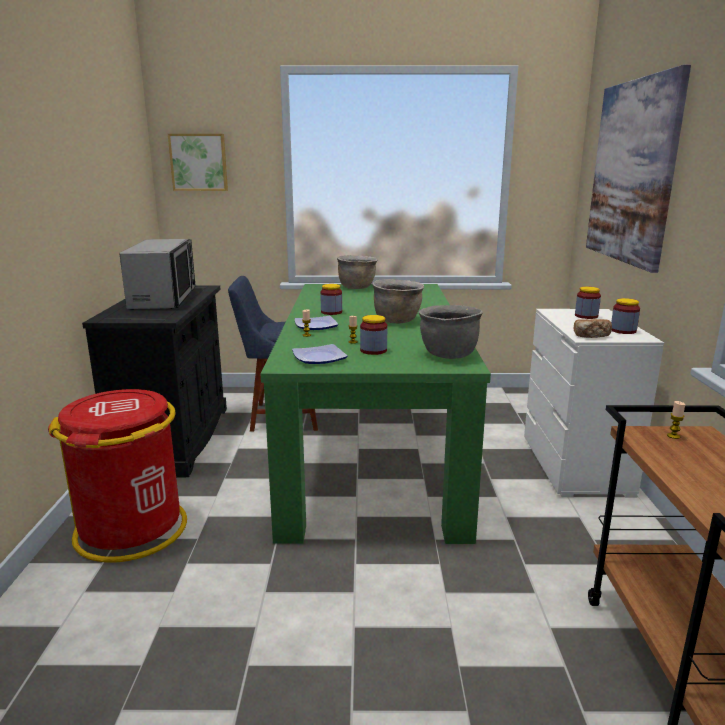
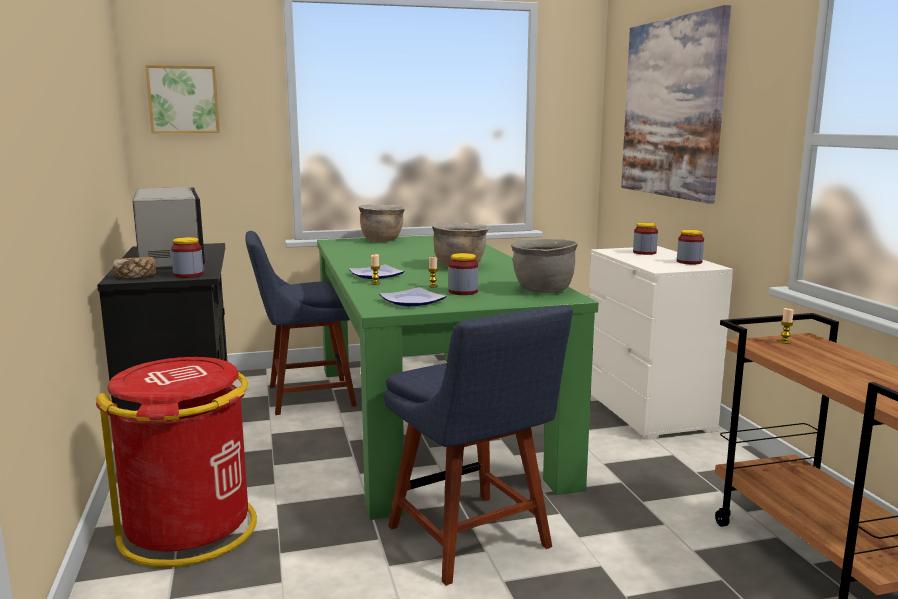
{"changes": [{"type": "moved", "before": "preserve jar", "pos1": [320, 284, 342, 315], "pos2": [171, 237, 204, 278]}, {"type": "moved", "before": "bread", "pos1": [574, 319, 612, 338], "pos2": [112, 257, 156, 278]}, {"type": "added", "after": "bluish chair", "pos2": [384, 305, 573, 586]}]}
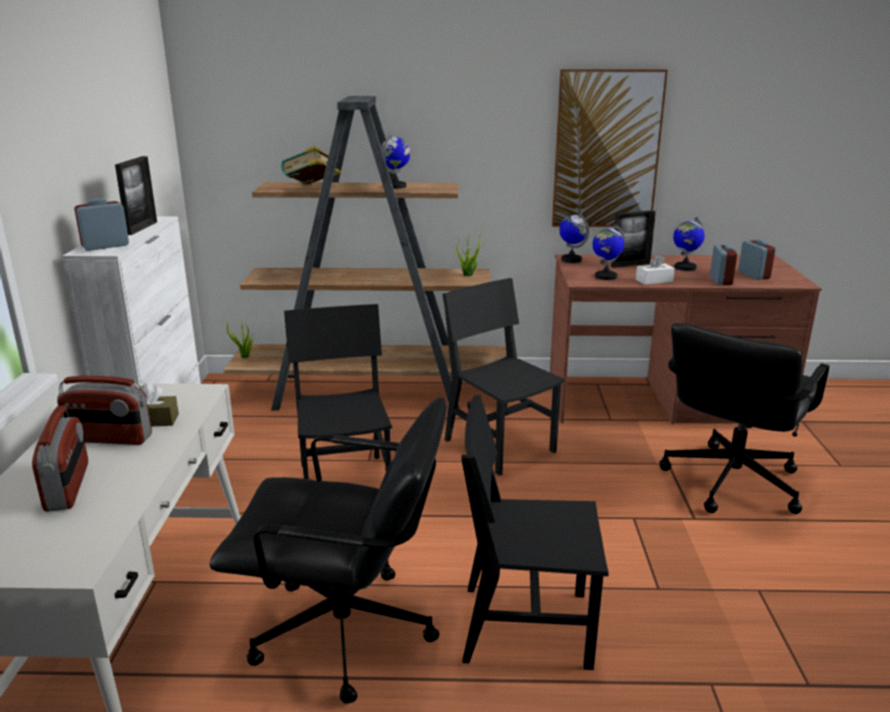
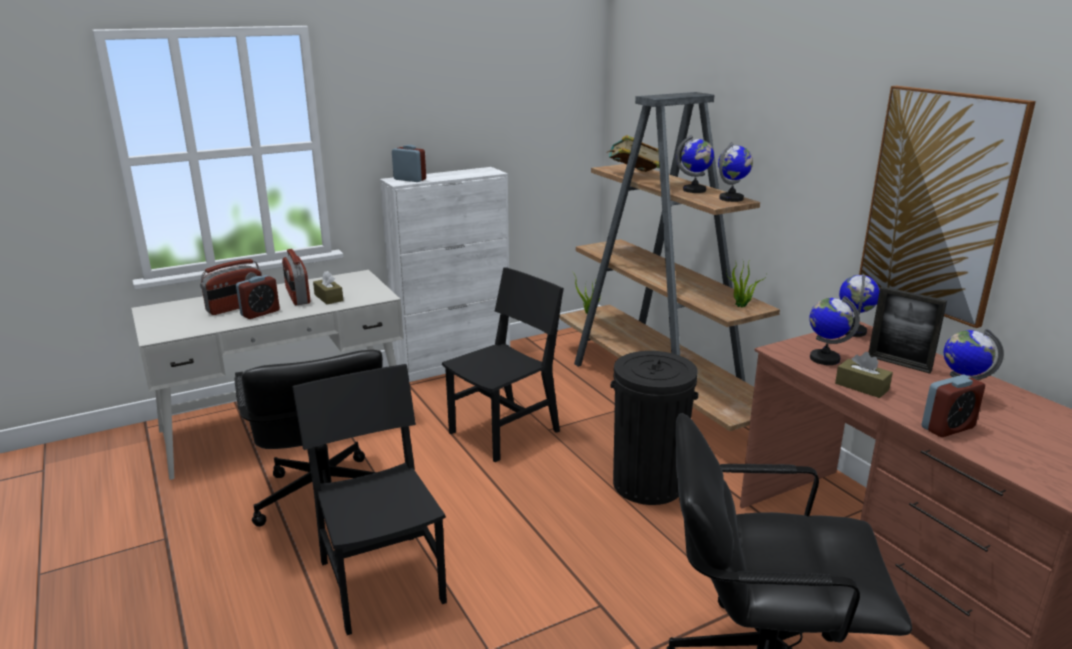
{"changes": [{"type": "removed", "before": "standing frame", "pos1": [115, 156, 157, 235]}, {"type": "replaced", "before": "black chair", "after": "black waste bin", "pos1": [442, 278, 565, 476], "pos2": [610, 351, 698, 505]}, {"type": "recoloured", "before": "white tissue box", "after": "brown-coloured tissue box", "pos1": [636, 254, 675, 285], "pos2": [835, 352, 893, 398]}, {"type": "moved", "before": "table clock", "pos1": [738, 240, 775, 280], "pos2": [236, 275, 280, 319]}, {"type": "added", "after": "globe", "pos2": [718, 142, 753, 202]}]}
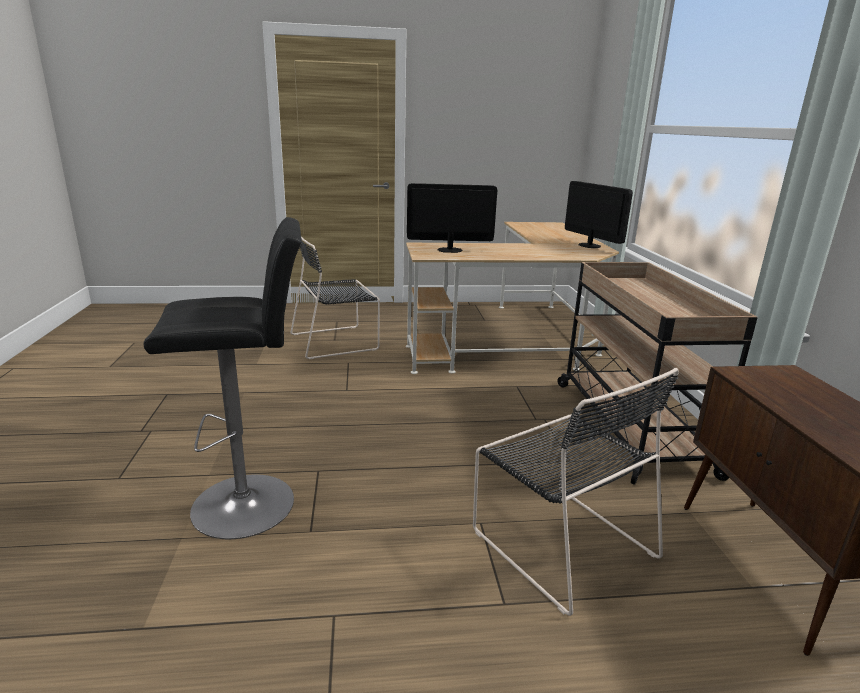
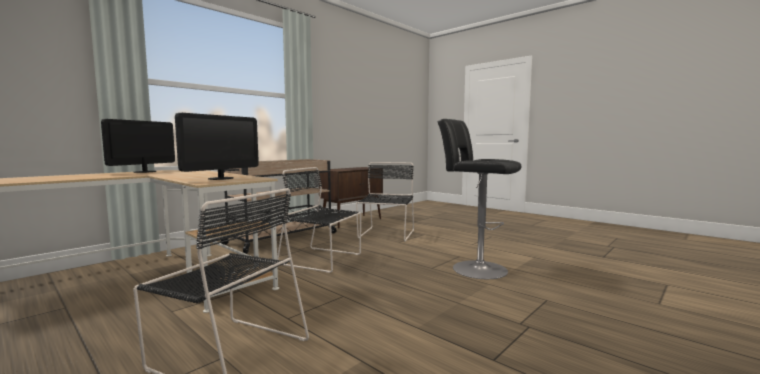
{"changes": [{"type": "turned", "before": "computer screen", "pos1": [407, 183, 497, 253], "pos2": [175, 113, 258, 180], "turn": -105}, {"type": "added", "after": "black chair", "pos2": [277, 167, 361, 273]}]}
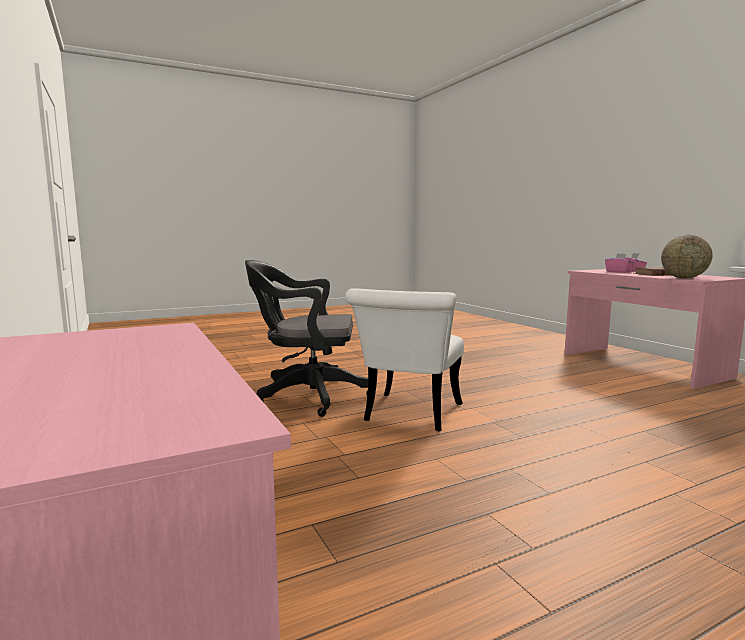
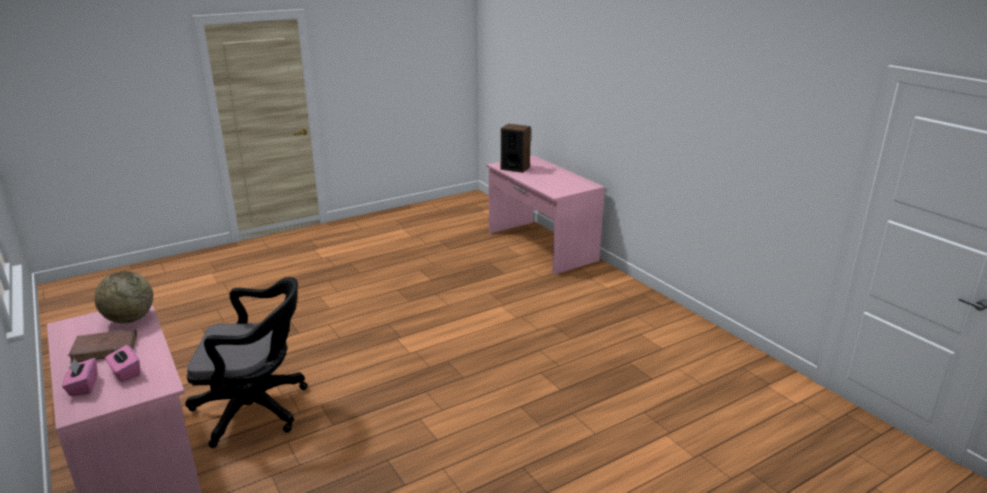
{"changes": [{"type": "moved", "before": "black computer chair", "pos1": [245, 260, 368, 417], "pos2": [185, 277, 307, 448]}, {"type": "removed", "before": "white chair", "pos1": [345, 288, 464, 431]}, {"type": "added", "after": "loudspeaker", "pos2": [501, 124, 531, 173]}]}
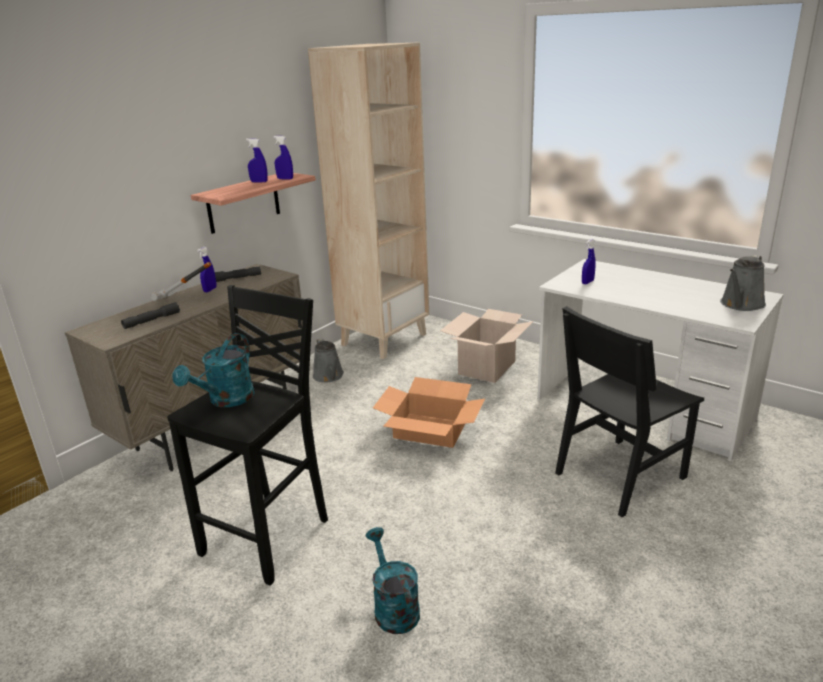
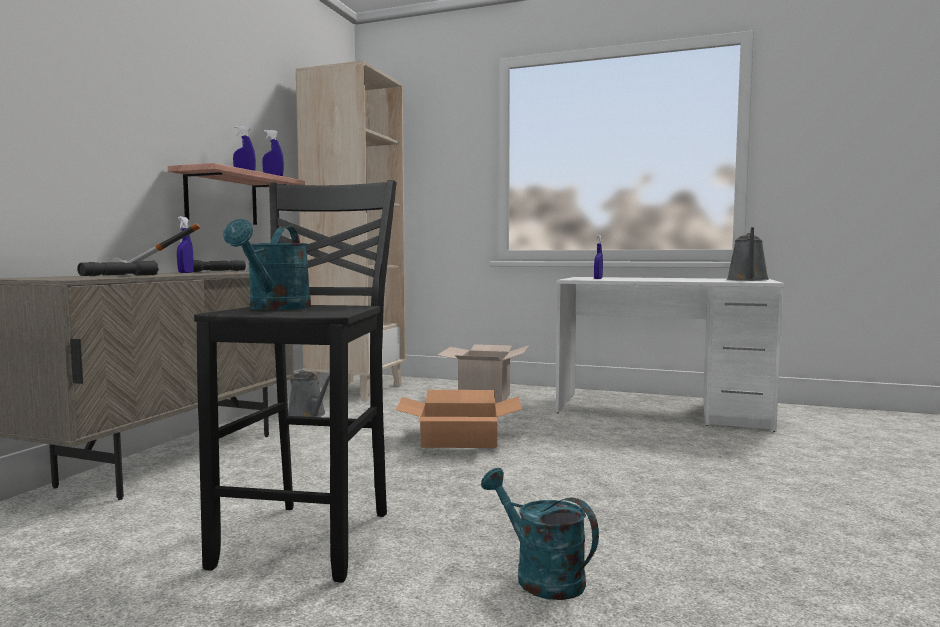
{"changes": [{"type": "removed", "before": "black chair", "pos1": [555, 306, 704, 517]}]}
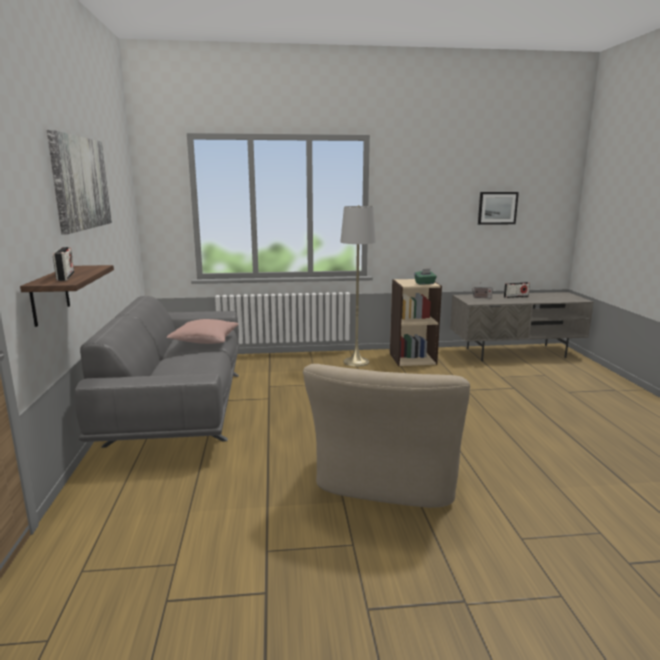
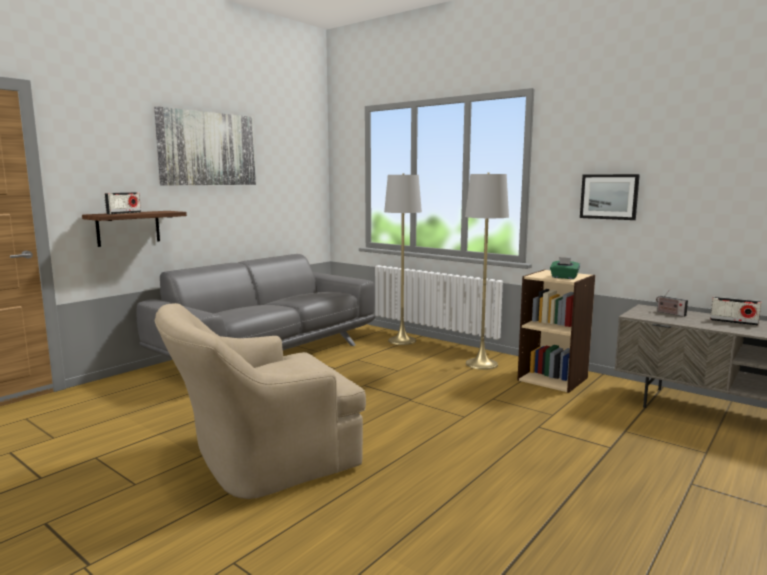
{"changes": [{"type": "removed", "before": "pink cushion", "pos1": [166, 319, 238, 344]}, {"type": "moved", "before": "wall picture", "pos1": [478, 192, 519, 225], "pos2": [580, 174, 640, 220]}, {"type": "added", "after": "grey floor lamp", "pos2": [384, 173, 422, 345]}]}
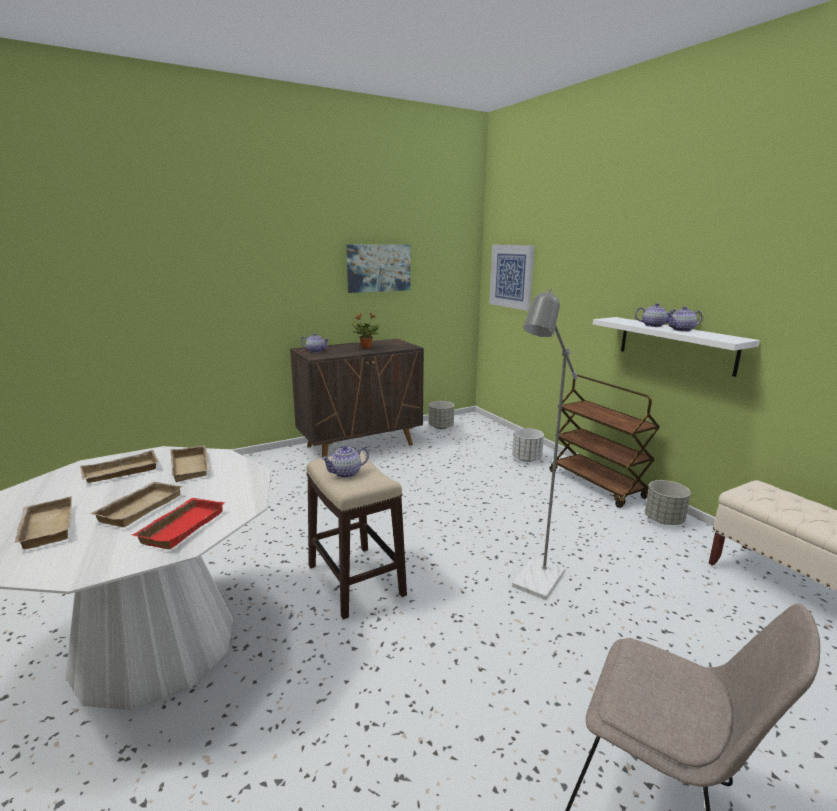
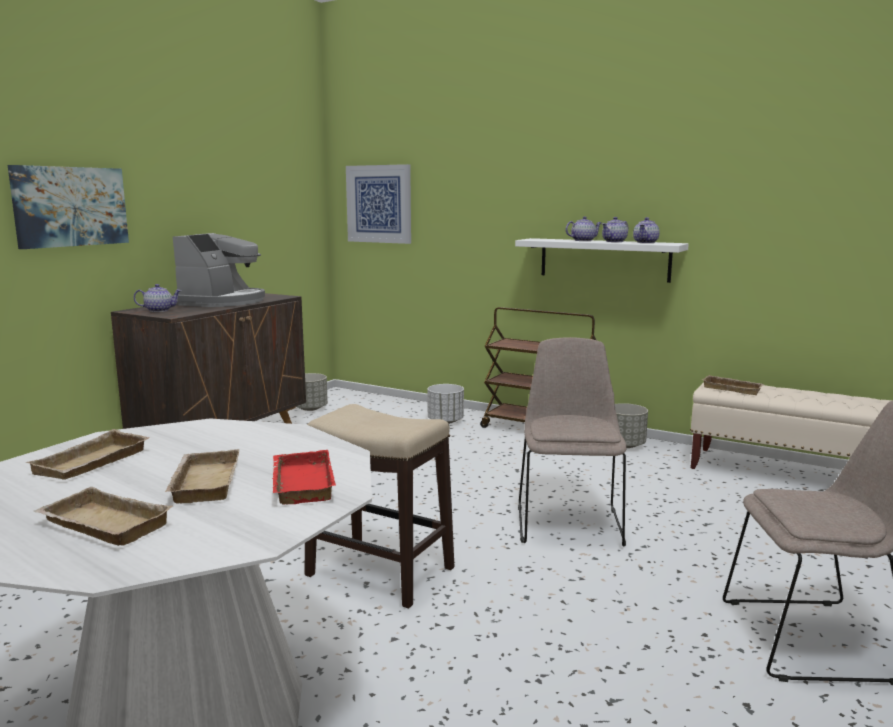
{"changes": [{"type": "moved", "before": "sand-coloured carrying tray", "pos1": [170, 445, 211, 482], "pos2": [702, 375, 764, 395]}, {"type": "moved", "before": "tea pot", "pos1": [321, 446, 369, 478], "pos2": [633, 217, 660, 243]}, {"type": "moved", "before": "wall picture", "pos1": [346, 244, 411, 293], "pos2": [8, 165, 129, 249]}, {"type": "replaced", "before": "houseplant", "after": "coffee maker", "pos1": [352, 312, 380, 349], "pos2": [173, 233, 265, 307]}, {"type": "replaced", "before": "grey floor lamp", "after": "sand-coloured chair", "pos1": [512, 289, 578, 600], "pos2": [518, 337, 627, 547]}]}
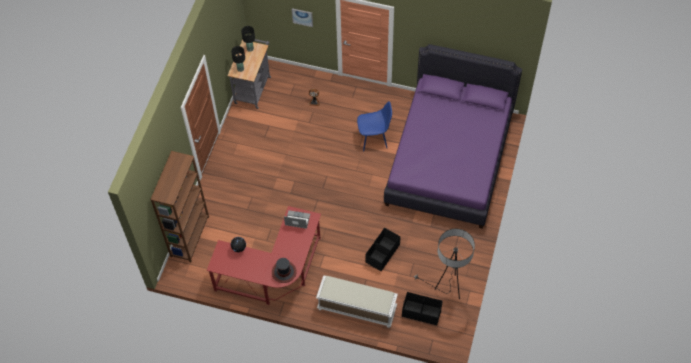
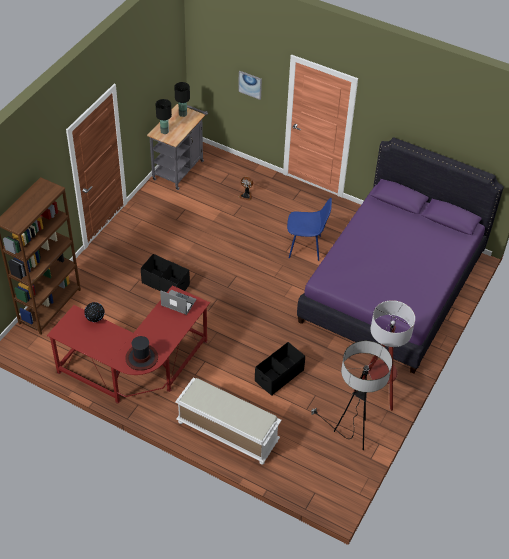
{"changes": [{"type": "moved", "before": "black storage container", "pos1": [402, 292, 442, 325], "pos2": [141, 254, 190, 292]}, {"type": "added", "after": "floor lamp", "pos2": [354, 300, 415, 411]}]}
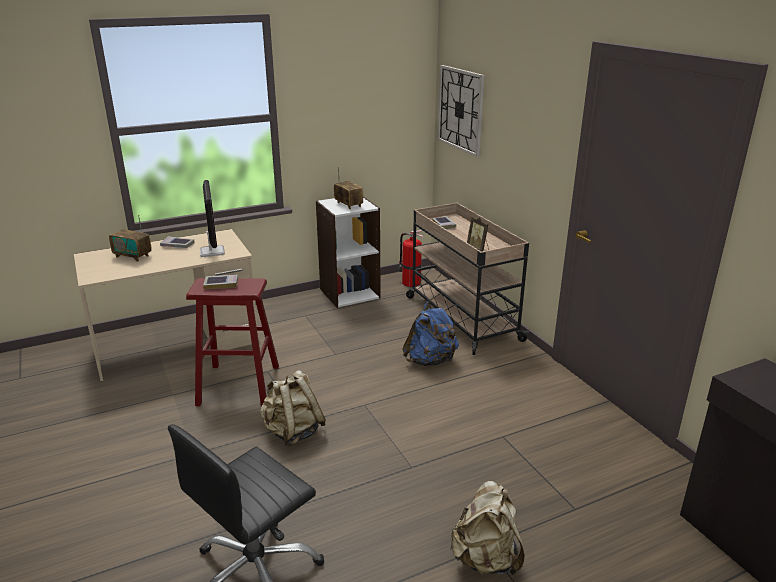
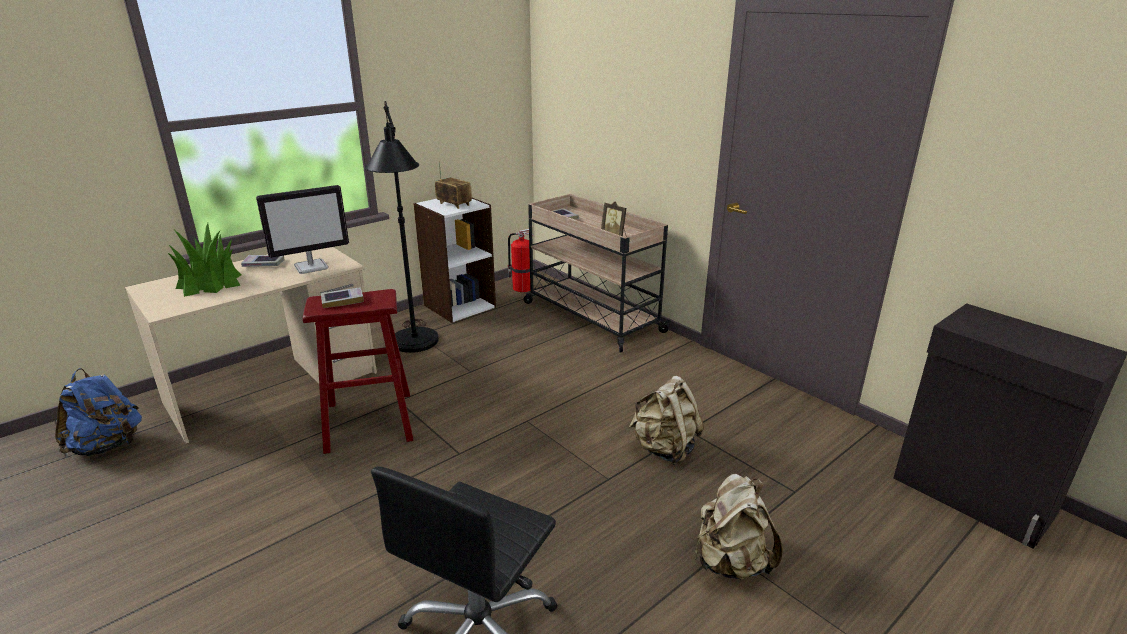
{"changes": [{"type": "replaced", "before": "radio", "after": "houseplant", "pos1": [109, 215, 152, 262], "pos2": [168, 223, 241, 297]}, {"type": "turned", "before": "computer screen", "pos1": [200, 180, 225, 257], "pos2": [256, 185, 349, 274], "turn": 90}, {"type": "moved", "before": "sand-coloured knapsack", "pos1": [260, 370, 326, 446], "pos2": [629, 376, 704, 465]}, {"type": "moved", "before": "bluish knapsack", "pos1": [402, 301, 459, 366], "pos2": [55, 368, 142, 456]}, {"type": "removed", "before": "clock on the wall", "pos1": [438, 65, 485, 157]}, {"type": "added", "after": "black floor lamp", "pos2": [365, 101, 439, 353]}]}
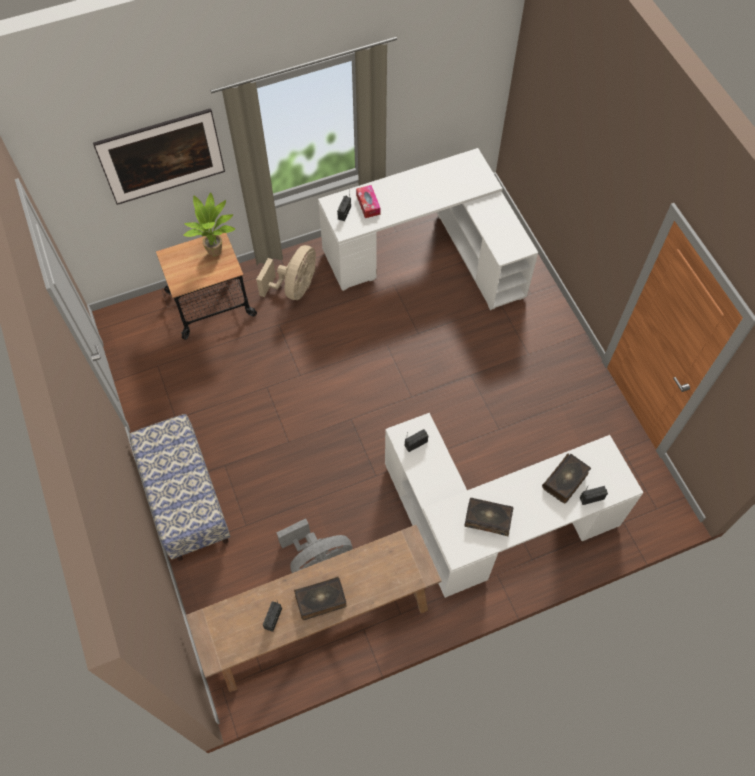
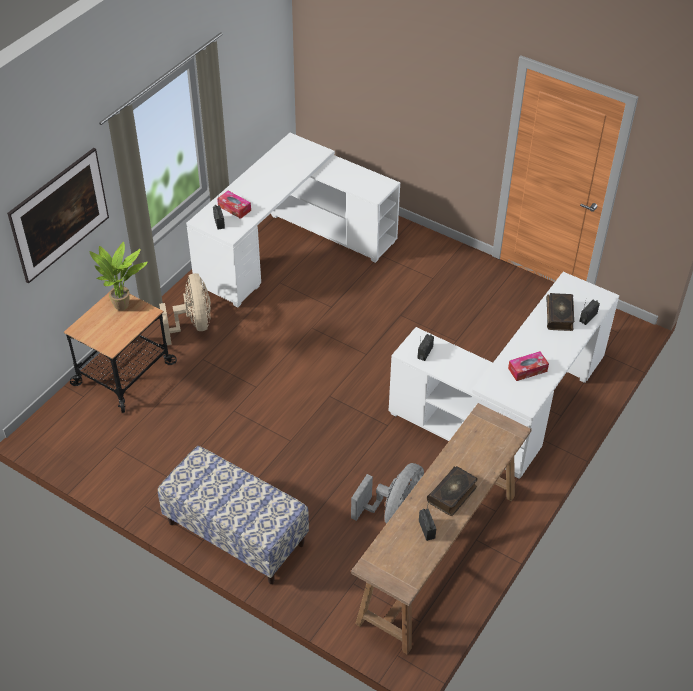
{"changes": [{"type": "replaced", "before": "book", "after": "tissue box", "pos1": [465, 498, 513, 536], "pos2": [508, 351, 549, 381]}]}
